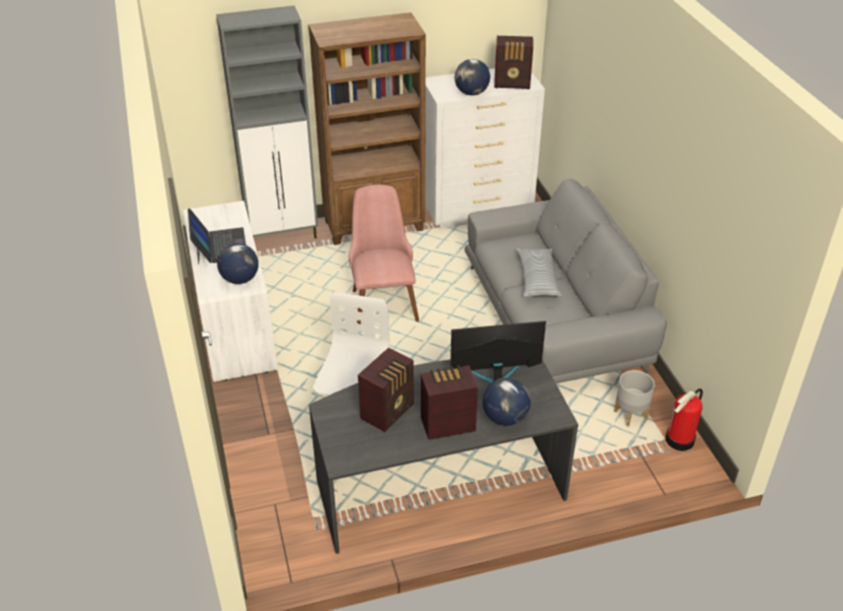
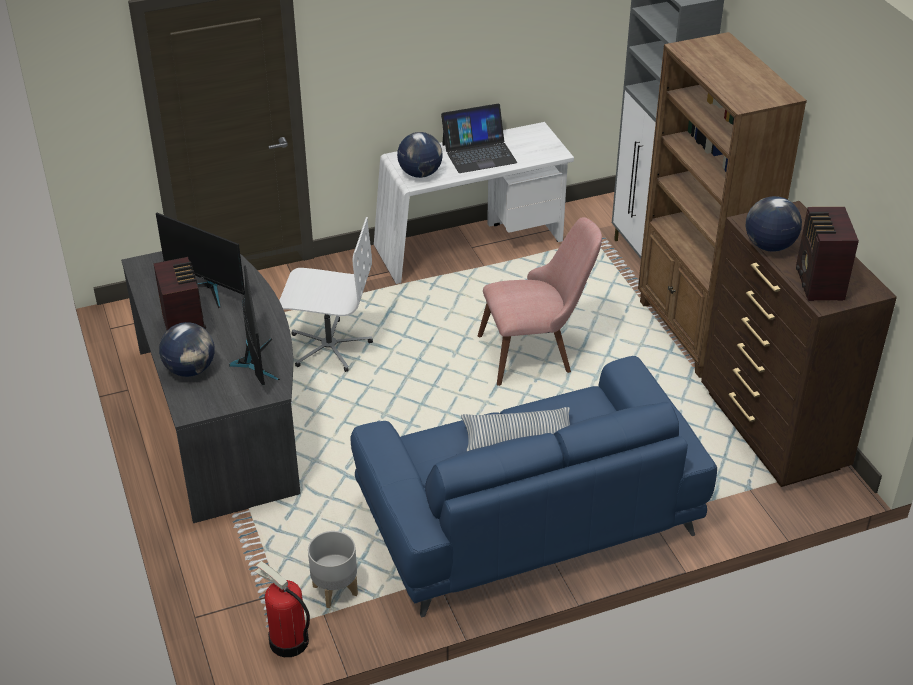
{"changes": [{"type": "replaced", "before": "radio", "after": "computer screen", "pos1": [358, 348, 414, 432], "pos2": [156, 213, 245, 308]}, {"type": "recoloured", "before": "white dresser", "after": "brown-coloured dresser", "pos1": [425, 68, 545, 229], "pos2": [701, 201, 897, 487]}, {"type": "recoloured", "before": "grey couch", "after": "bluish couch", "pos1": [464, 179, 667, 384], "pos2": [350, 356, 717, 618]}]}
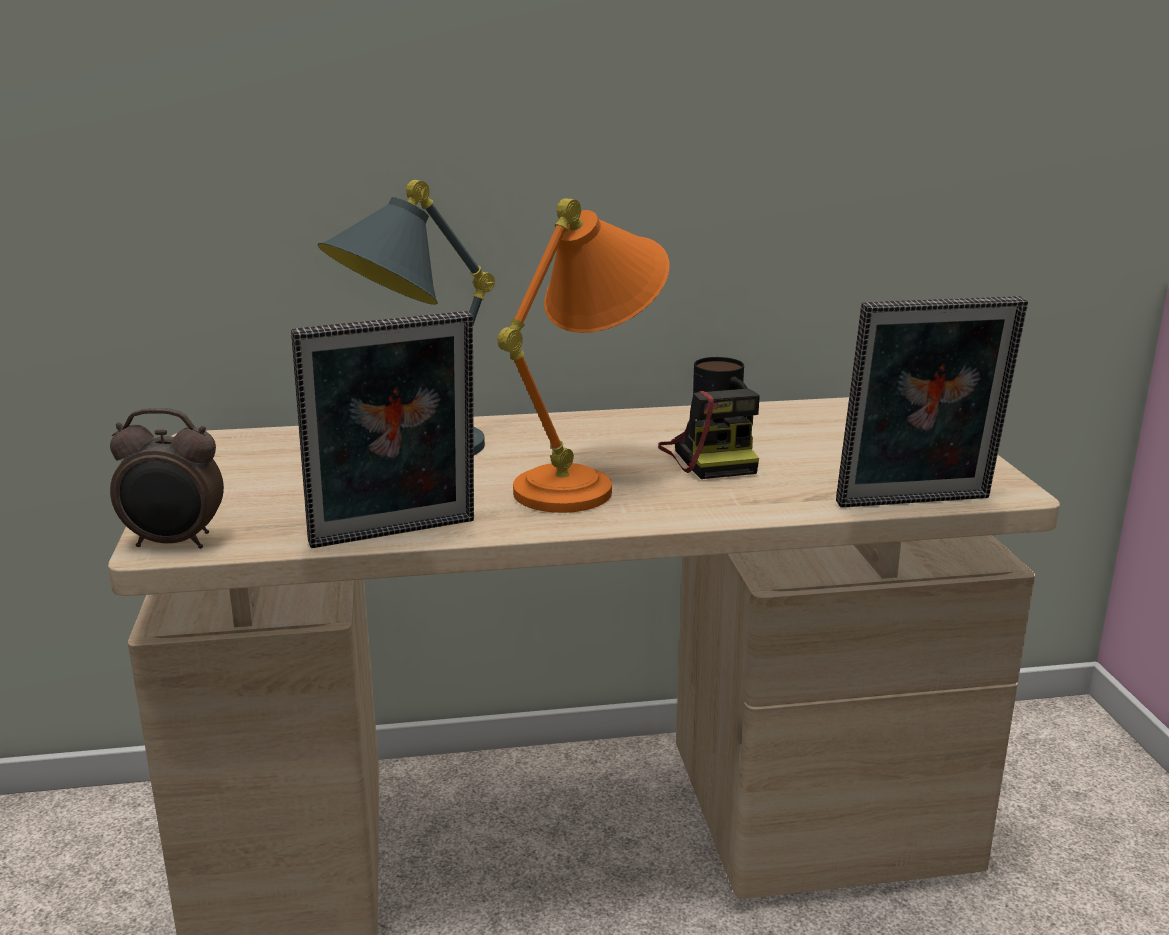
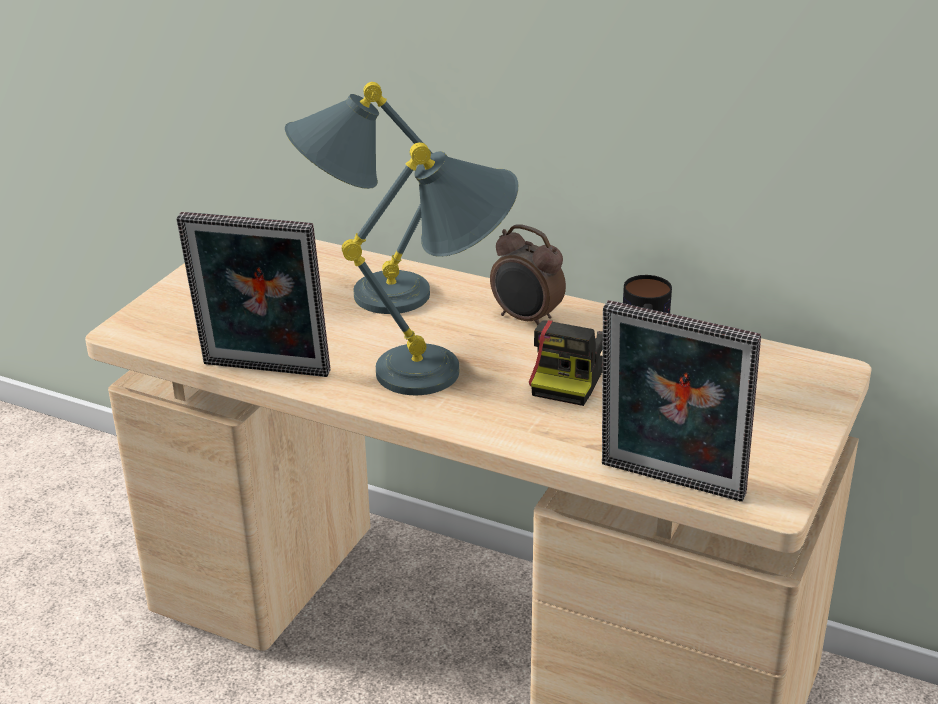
{"changes": [{"type": "moved", "before": "table clock", "pos1": [110, 408, 224, 549], "pos2": [490, 225, 566, 325]}, {"type": "recoloured", "before": "orange table lamp", "after": "grey table lamp", "pos1": [497, 198, 670, 513], "pos2": [341, 142, 518, 395]}]}
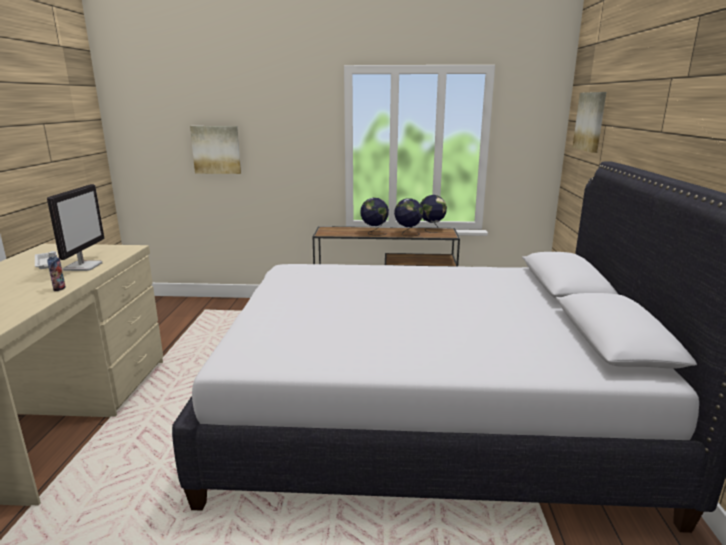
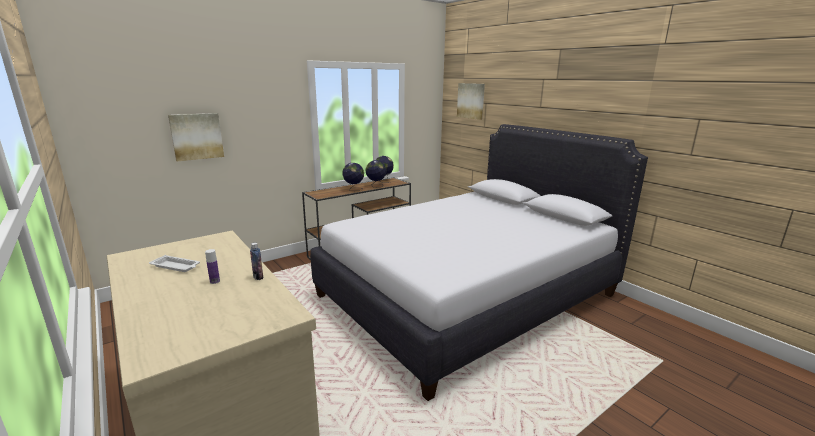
{"changes": [{"type": "removed", "before": "computer screen", "pos1": [47, 184, 104, 271]}, {"type": "added", "after": "drink bottle", "pos2": [205, 249, 220, 284]}]}
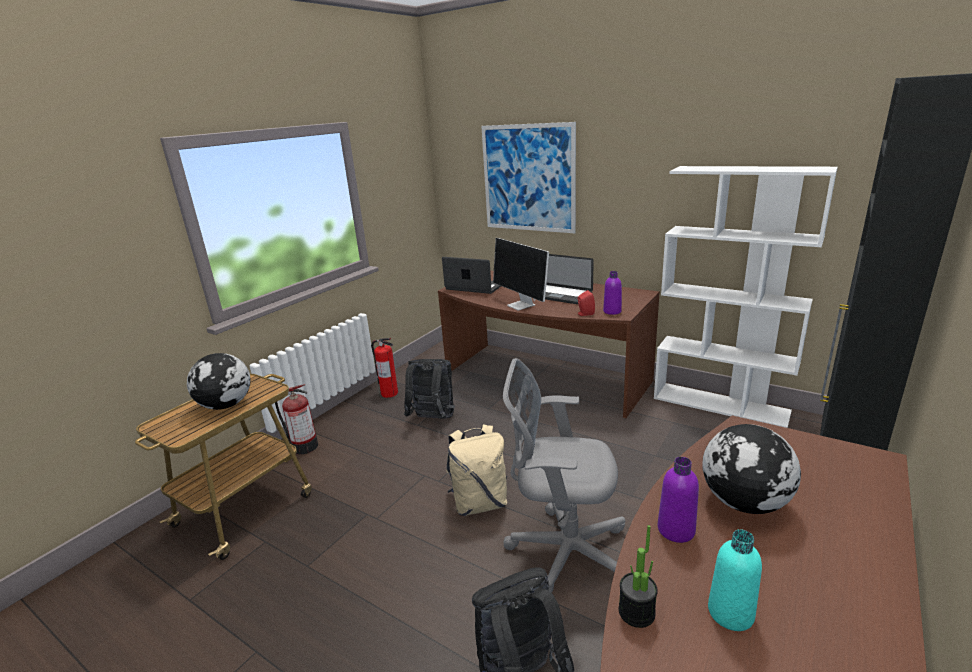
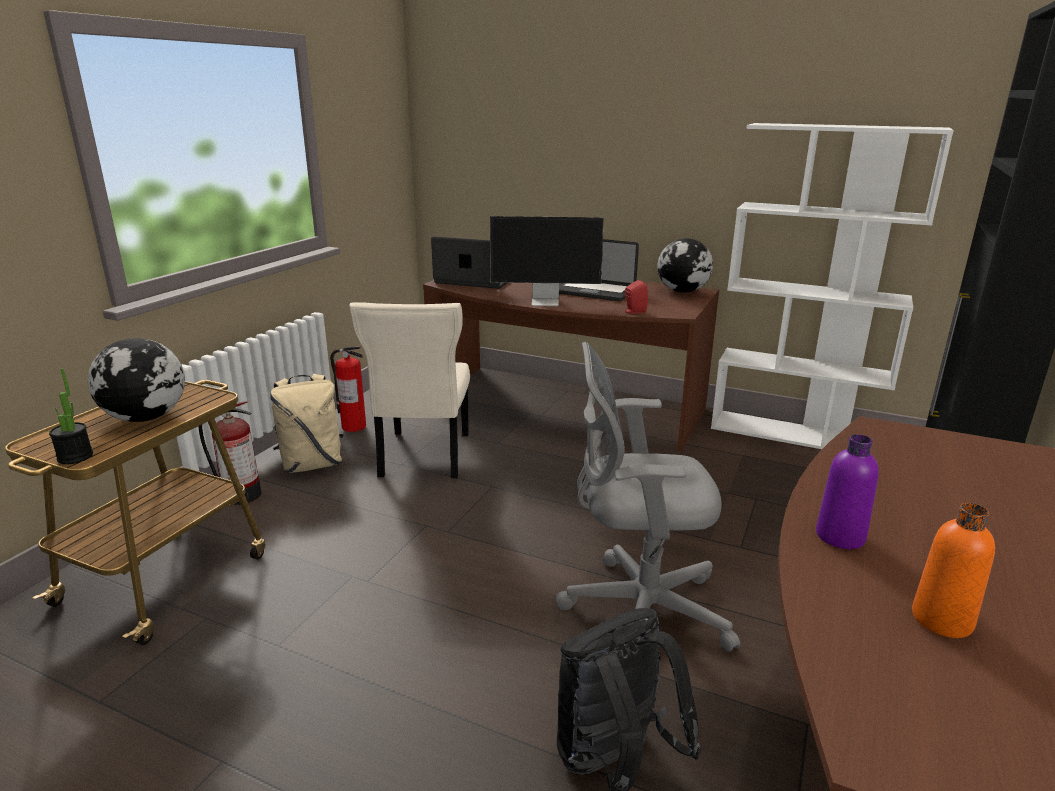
{"changes": [{"type": "replaced", "before": "black knapsack", "after": "sand-coloured chair", "pos1": [404, 359, 455, 419], "pos2": [349, 302, 470, 479]}, {"type": "moved", "before": "sand-coloured knapsack", "pos1": [446, 424, 507, 516], "pos2": [270, 374, 344, 473]}, {"type": "removed", "before": "wall picture", "pos1": [481, 122, 576, 233]}, {"type": "turned", "before": "computer screen", "pos1": [493, 238, 549, 310], "pos2": [490, 216, 604, 306], "turn": -45}, {"type": "removed", "before": "purple drink bottle", "pos1": [603, 271, 622, 315]}, {"type": "moved", "before": "houseplant", "pos1": [619, 525, 658, 628], "pos2": [49, 368, 93, 464]}, {"type": "moved", "before": "globe", "pos1": [703, 424, 801, 514], "pos2": [657, 238, 713, 293]}, {"type": "recoloured", "before": "blue-green drink bottle", "after": "orange drink bottle", "pos1": [708, 529, 762, 631], "pos2": [912, 503, 995, 638]}]}
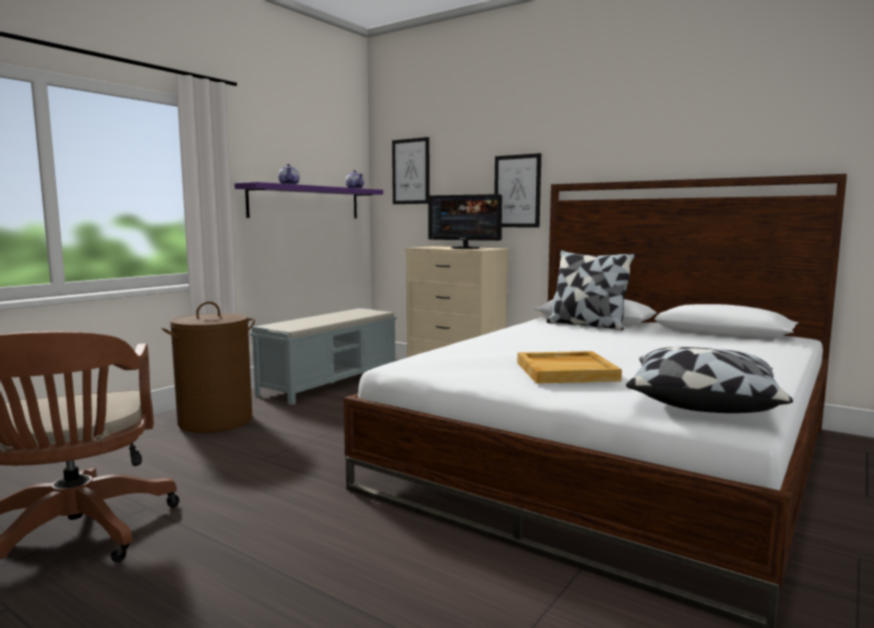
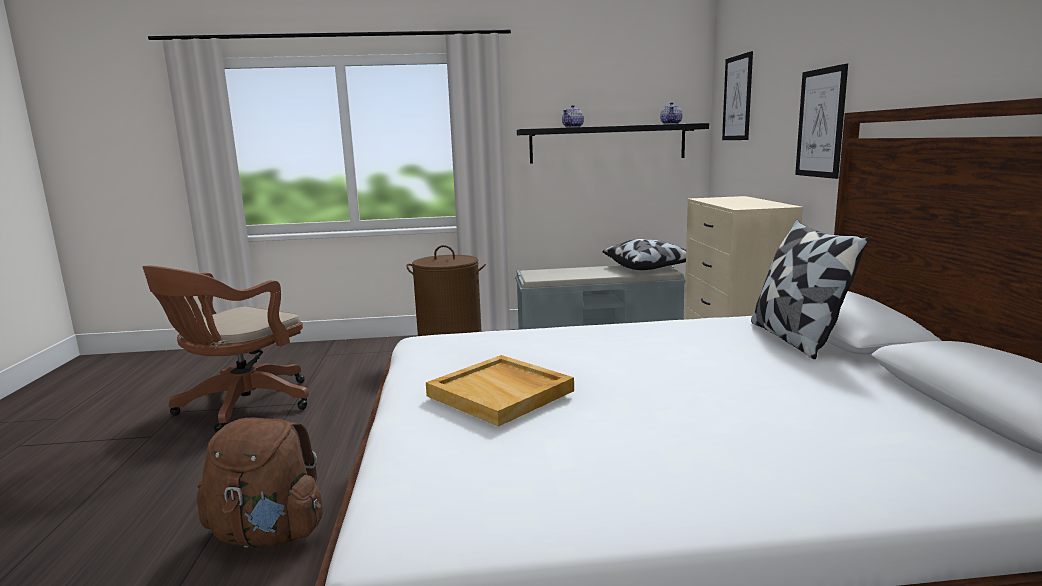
{"changes": [{"type": "recoloured", "before": "purple wall shelf", "after": "black wall shelf", "pos1": [234, 182, 383, 218], "pos2": [517, 123, 709, 164]}, {"type": "removed", "before": "computer screen", "pos1": [428, 194, 502, 249]}, {"type": "moved", "before": "cushion", "pos1": [626, 347, 793, 413], "pos2": [603, 239, 686, 270]}, {"type": "added", "after": "brown-coloured knapsack", "pos2": [197, 418, 323, 548]}]}
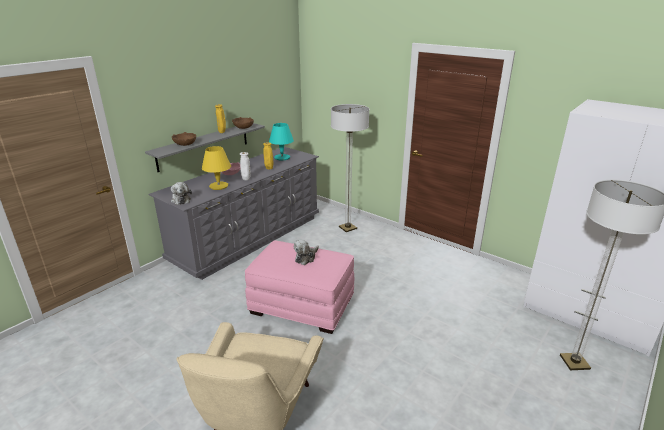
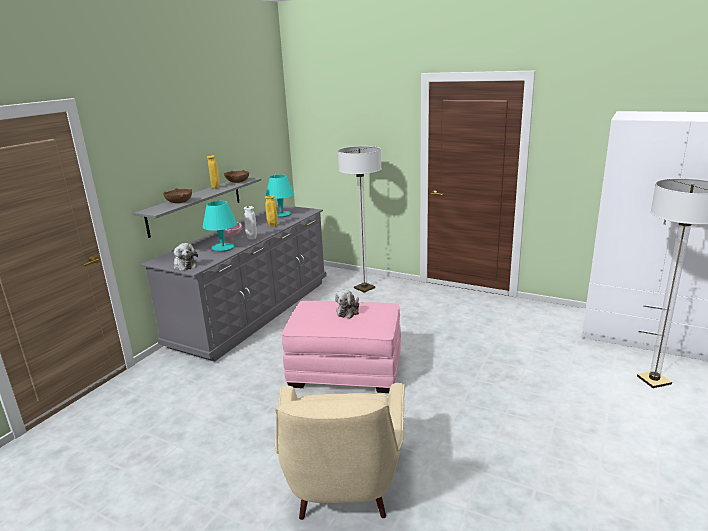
{"changes": [{"type": "recoloured", "before": "yellow-coloured table lamp", "after": "blue-green table lamp", "pos1": [202, 146, 231, 190], "pos2": [203, 201, 237, 252]}]}
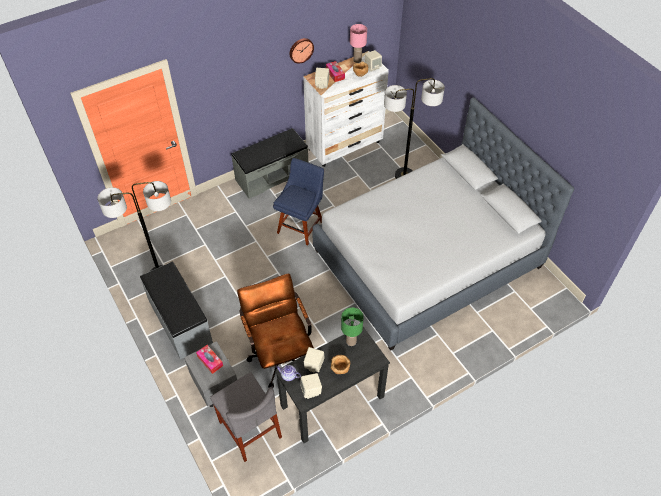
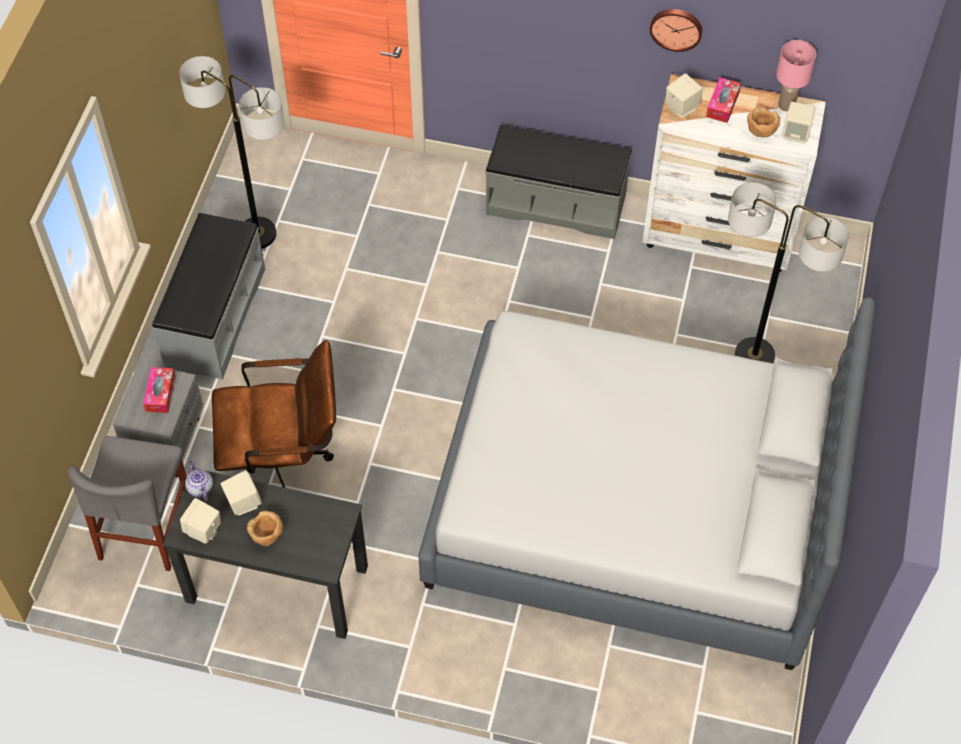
{"changes": [{"type": "turned", "before": "brown-coloured computer chair", "pos1": [237, 274, 314, 388], "pos2": [212, 340, 336, 488], "turn": 60}, {"type": "removed", "before": "bluish chair", "pos1": [273, 158, 324, 246]}, {"type": "removed", "before": "green-coloured table lamp", "pos1": [341, 307, 364, 346]}]}
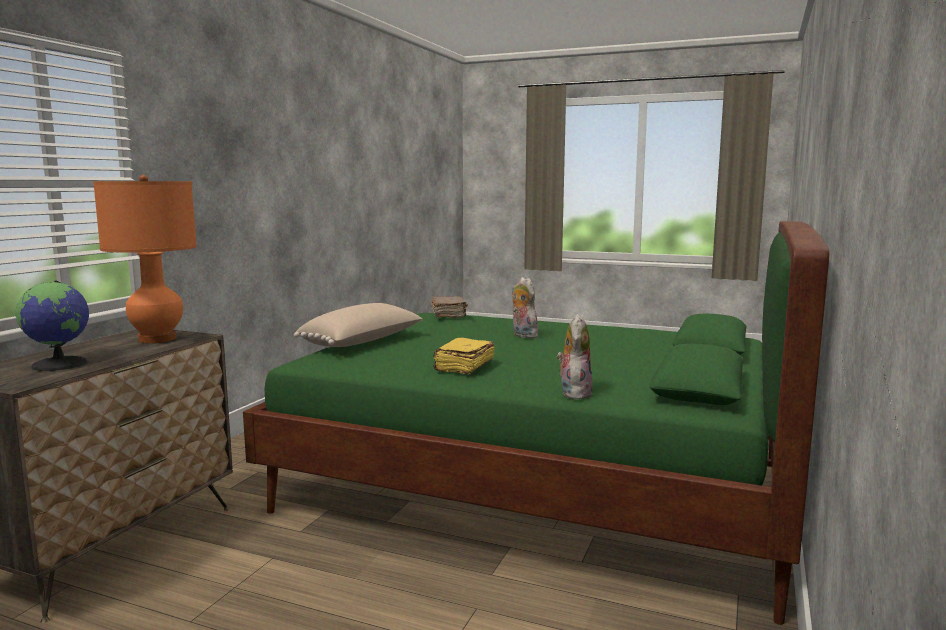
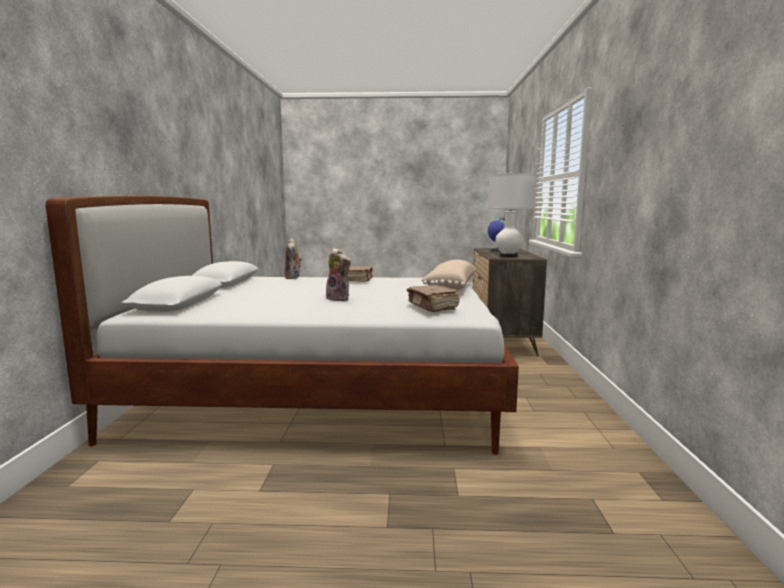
{"changes": [{"type": "recoloured", "before": "orange table lamp", "after": "white table lamp", "pos1": [93, 175, 197, 343], "pos2": [488, 171, 536, 257]}, {"type": "recoloured", "before": "green-coloured bedroom bed", "after": "white bedroom bed", "pos1": [243, 221, 829, 625], "pos2": [45, 196, 519, 455]}, {"type": "recoloured", "before": "yellow-coloured book", "after": "brown-coloured book", "pos1": [433, 338, 495, 375], "pos2": [348, 265, 373, 282]}]}
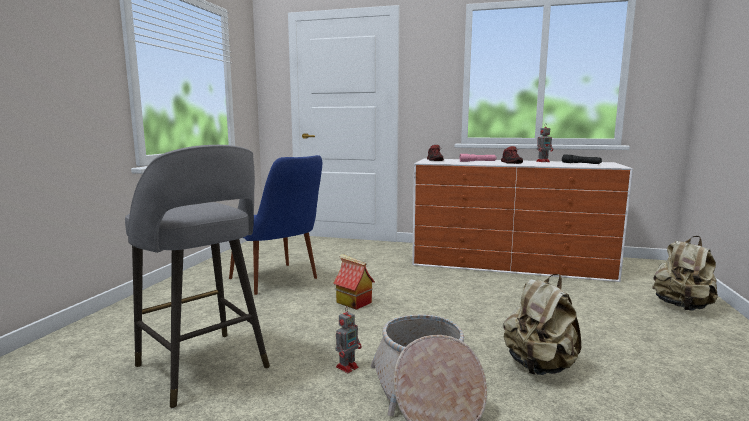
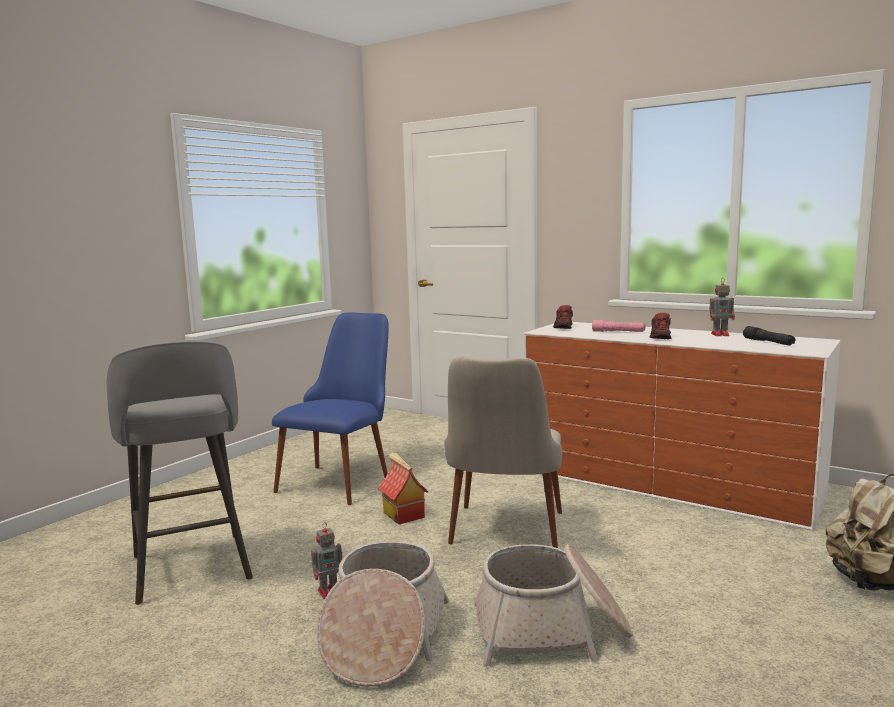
{"changes": [{"type": "turned", "before": "bluish chair", "pos1": [229, 155, 322, 295], "pos2": [272, 312, 389, 505], "turn": -135}, {"type": "replaced", "before": "sand-coloured knapsack", "after": "storage basket", "pos1": [503, 274, 581, 375], "pos2": [474, 544, 633, 666]}, {"type": "added", "after": "sand-coloured chair", "pos2": [444, 357, 562, 548]}]}
